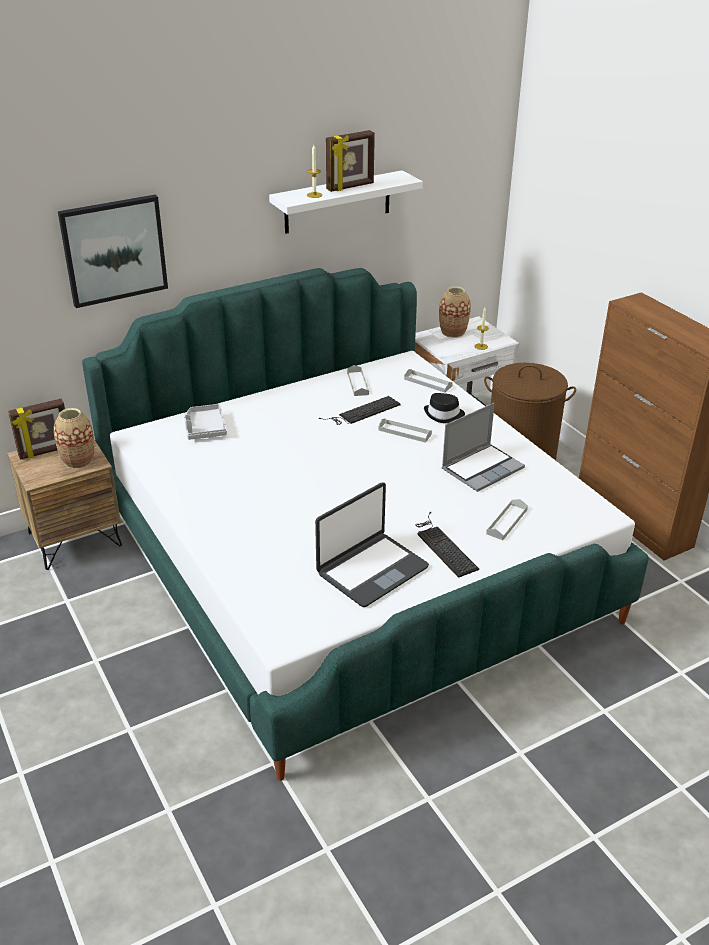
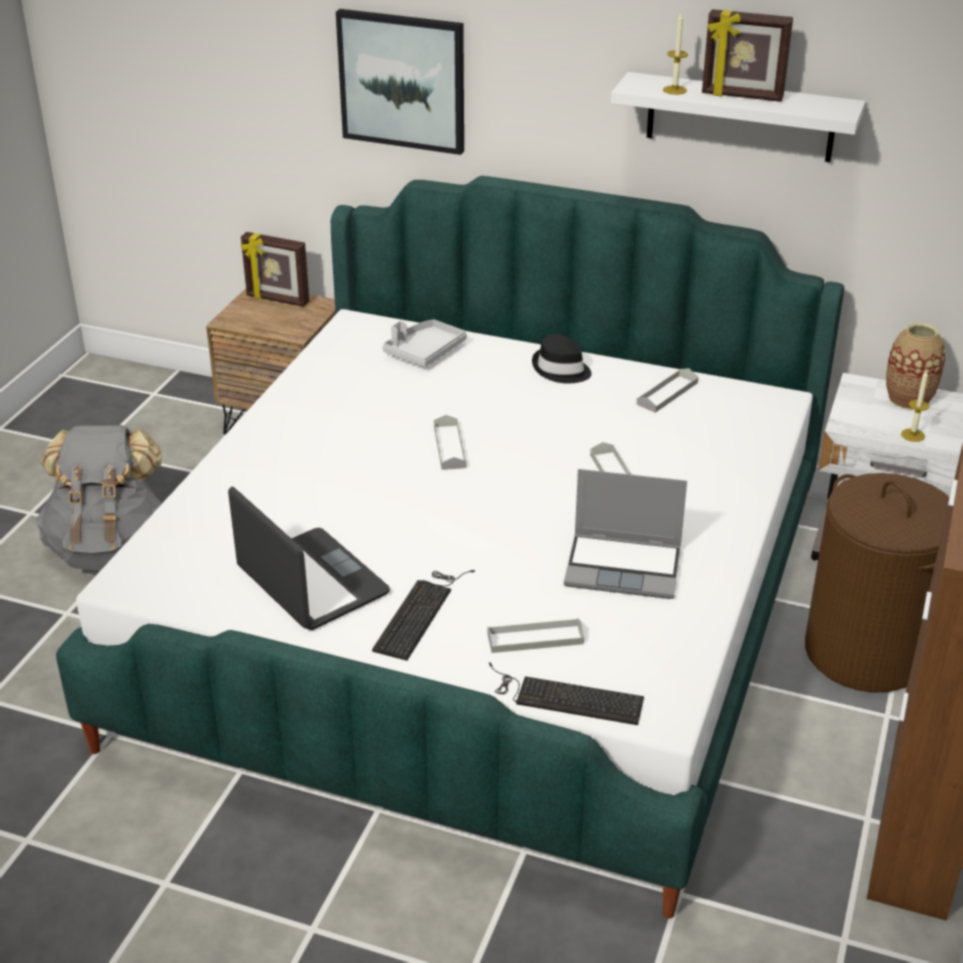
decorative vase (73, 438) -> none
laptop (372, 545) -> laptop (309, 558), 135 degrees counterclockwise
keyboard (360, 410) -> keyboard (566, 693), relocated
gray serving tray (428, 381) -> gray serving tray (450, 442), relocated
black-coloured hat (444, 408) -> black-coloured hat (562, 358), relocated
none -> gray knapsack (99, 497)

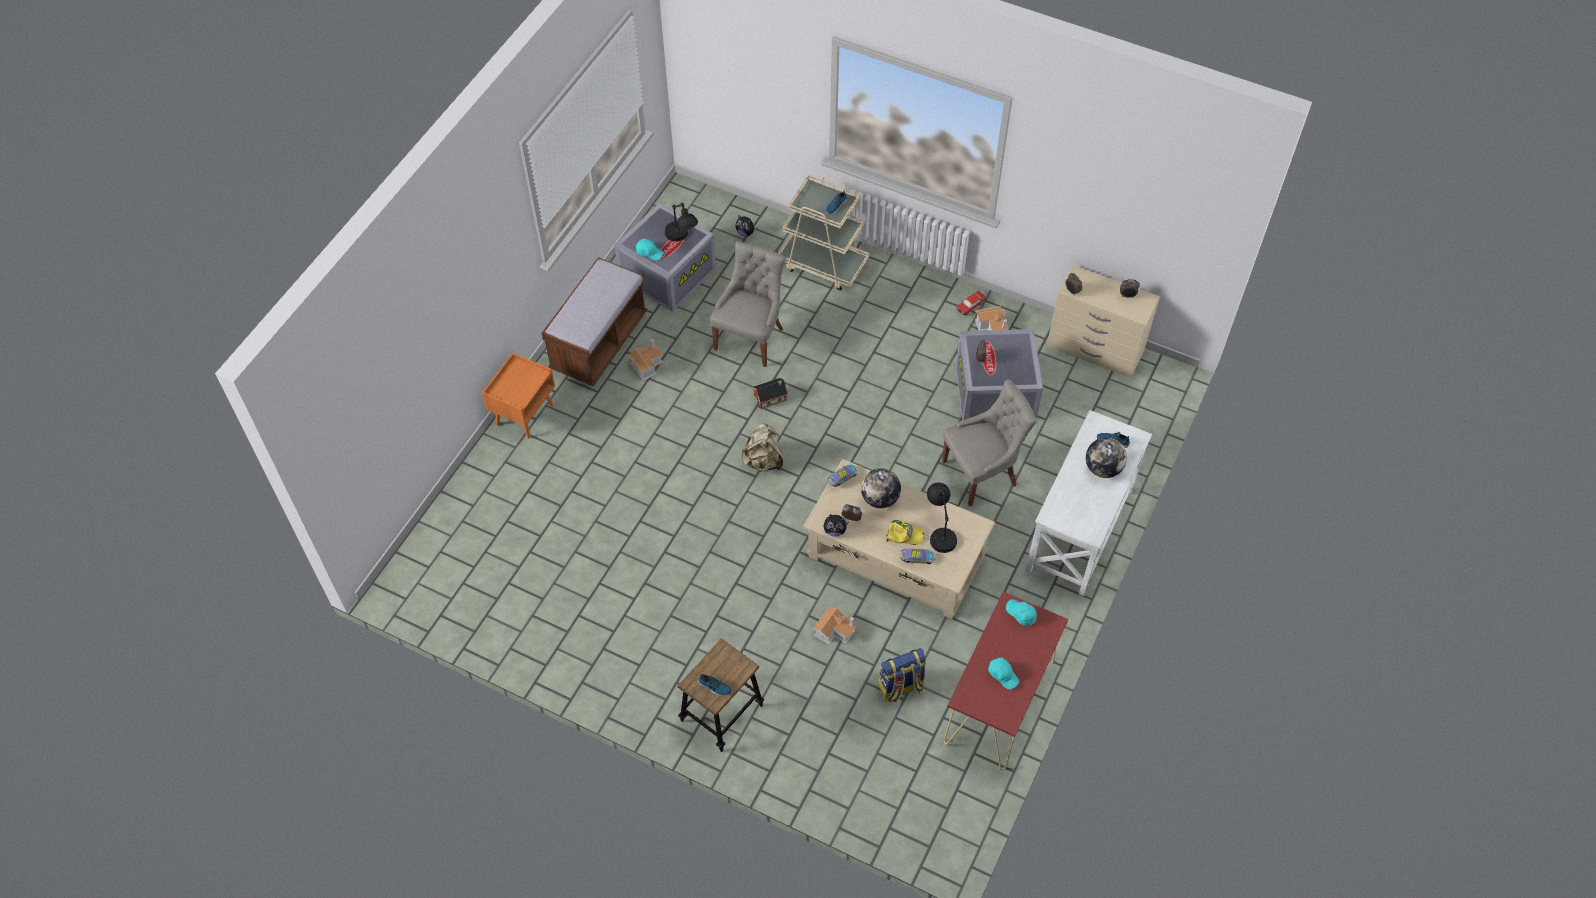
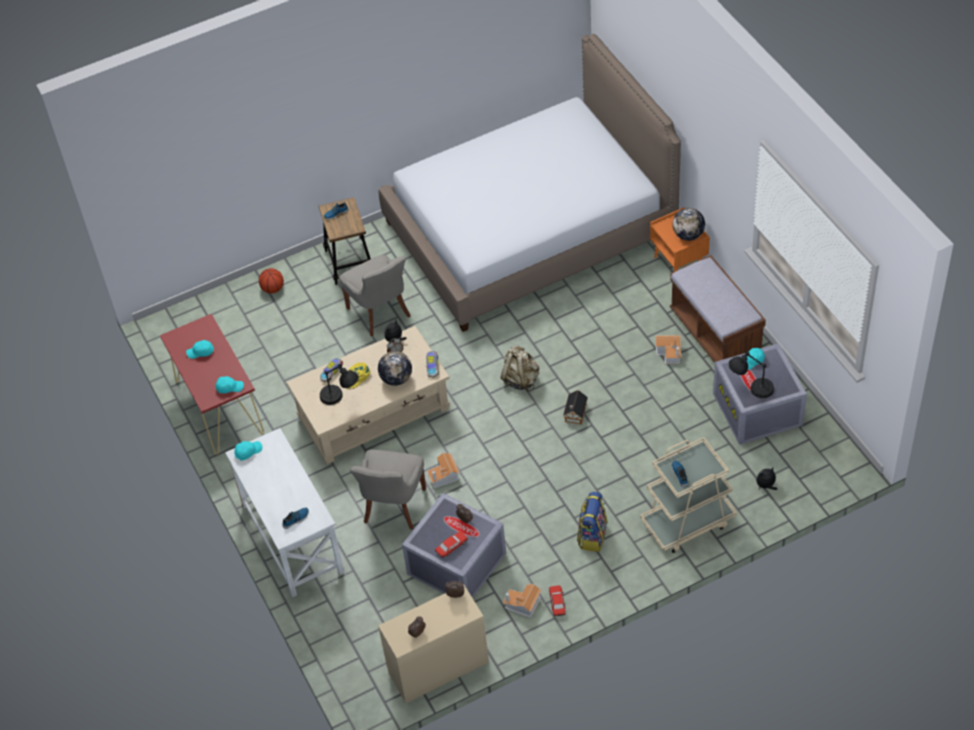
gray upright chair (748, 304) -> gray upright chair (375, 295), relocated
toy house (835, 625) -> toy house (443, 470), relocated
knapsack (902, 675) -> knapsack (592, 522), relocated
desk globe (1106, 457) -> desk globe (689, 224), relocated
none -> turquoise peaked cap (248, 450)
none -> basketball ball (271, 281)
none -> sleeping bed (530, 183)
none -> model car (451, 544)

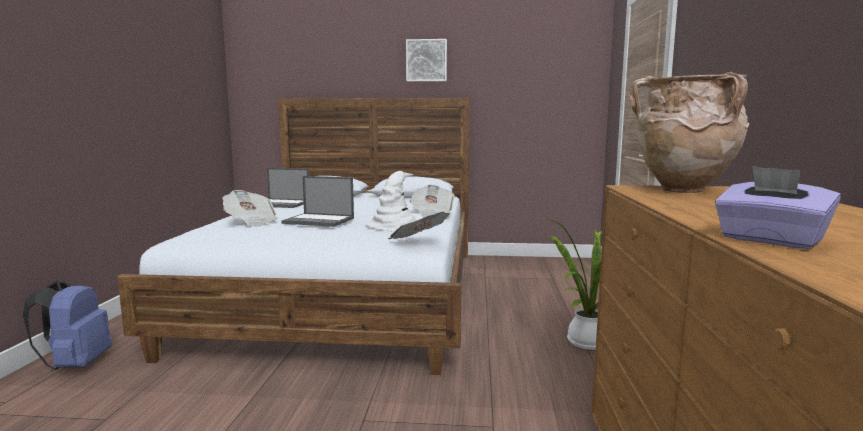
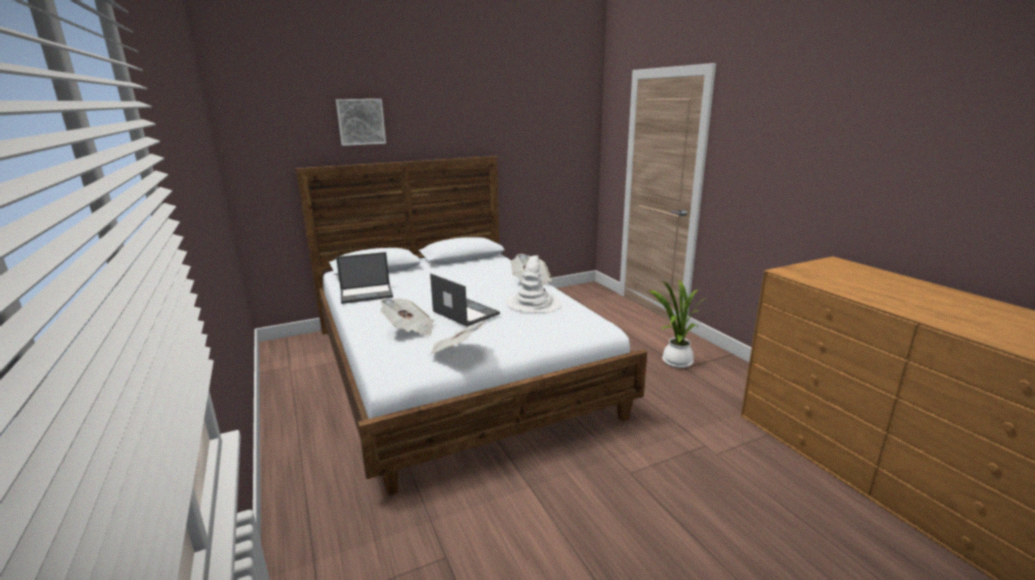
blue knapsack (67, 325) -> none
laptop (317, 201) -> laptop (465, 300), 120 degrees counterclockwise
newspaper (419, 225) -> newspaper (456, 337), relocated
wall art (426, 60) -> wall art (361, 122), relocated
sand-coloured decorative vase (690, 132) -> none
purplish tissue box (778, 207) -> none

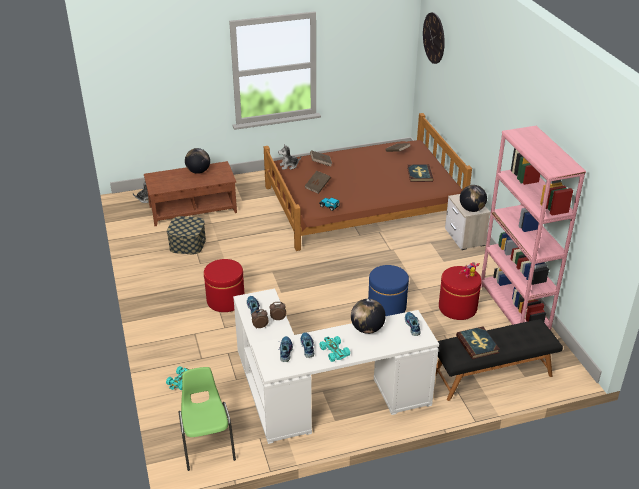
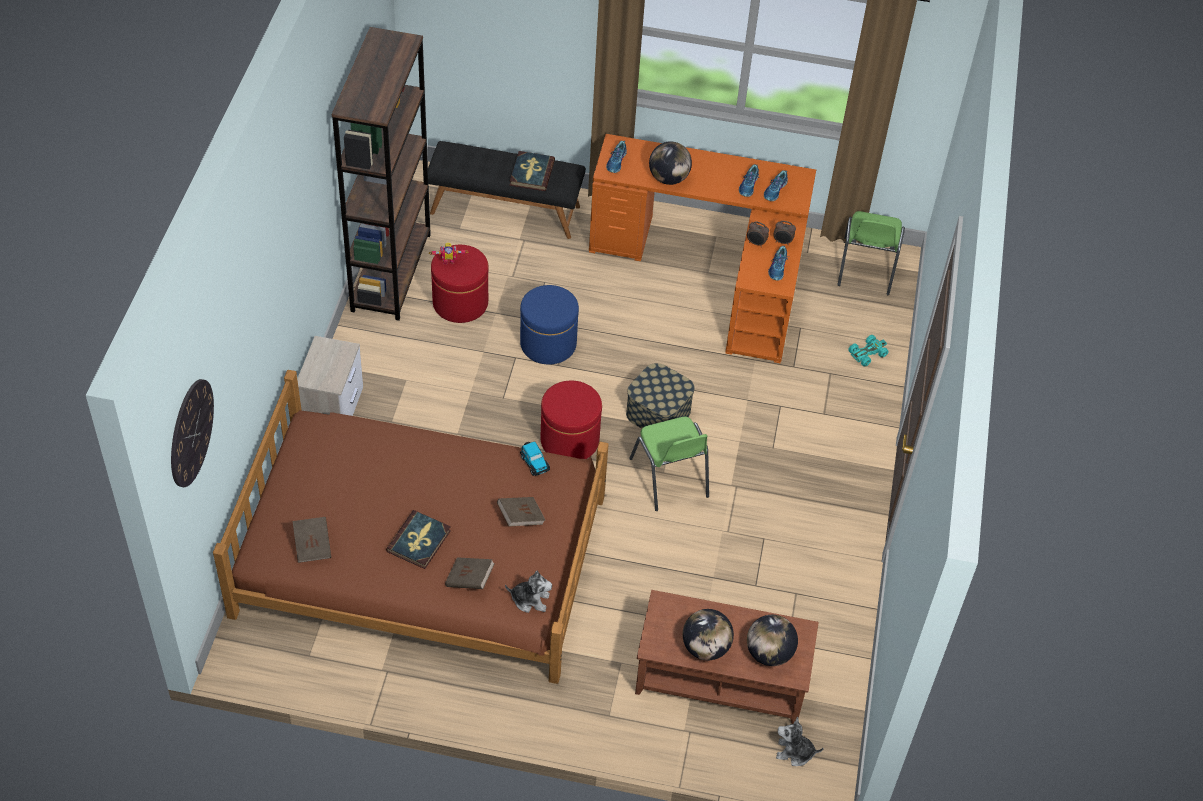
storage bin (186, 235) -> storage bin (660, 395), relocated
red pouffe (224, 285) -> red pouffe (571, 420), relocated
white desk unit (336, 366) -> orange-coloured desk unit (702, 248)
turquoise model car (334, 349) -> none
book (420, 173) -> book (418, 539), relocated
desk globe (473, 198) -> desk globe (772, 640), relocated
pink-coloured bookshelf (533, 228) -> brown-coloured bookshelf (381, 174)
none -> green-coloured upright chair (669, 464)

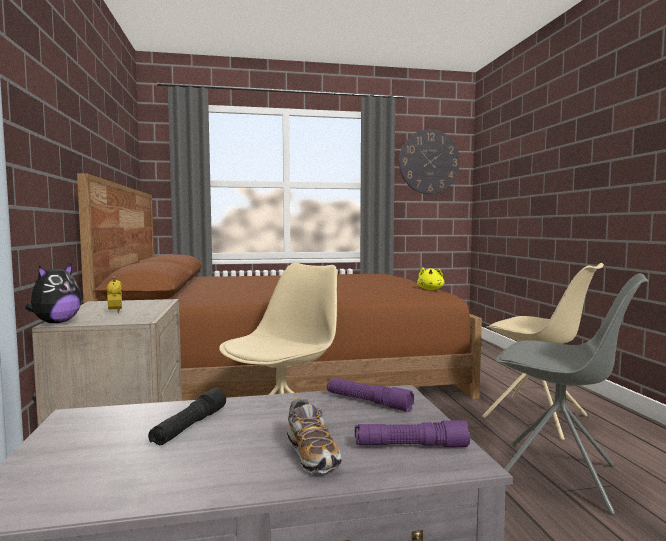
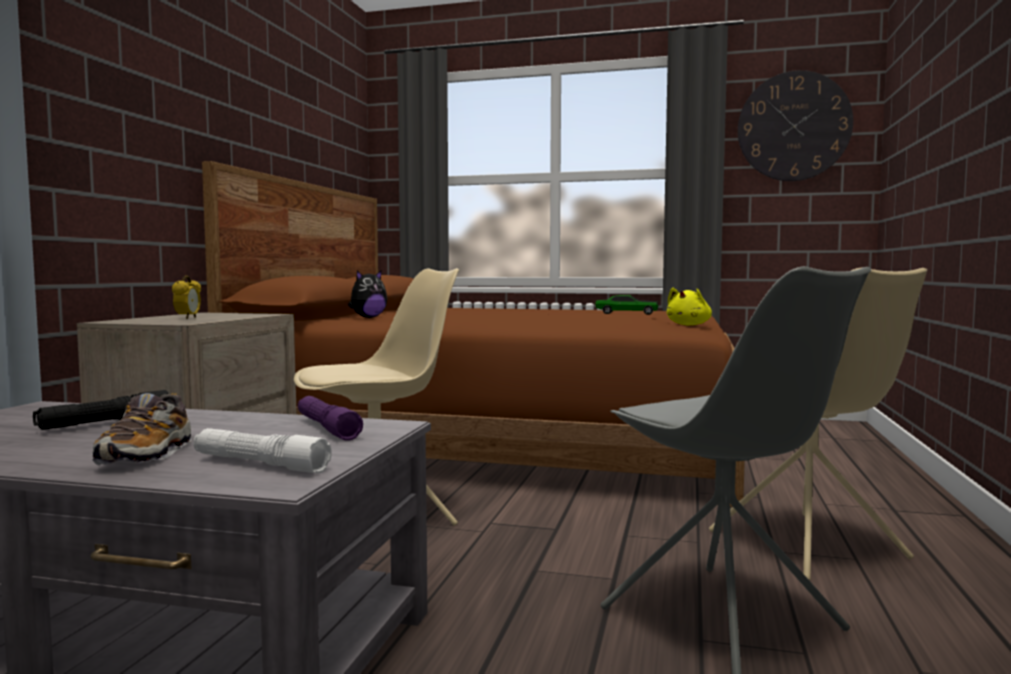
cuddly toy (53, 293) -> cuddly toy (367, 294), relocated
purplish hand torch (412, 433) -> white hand torch (262, 451)
none -> model car (627, 305)

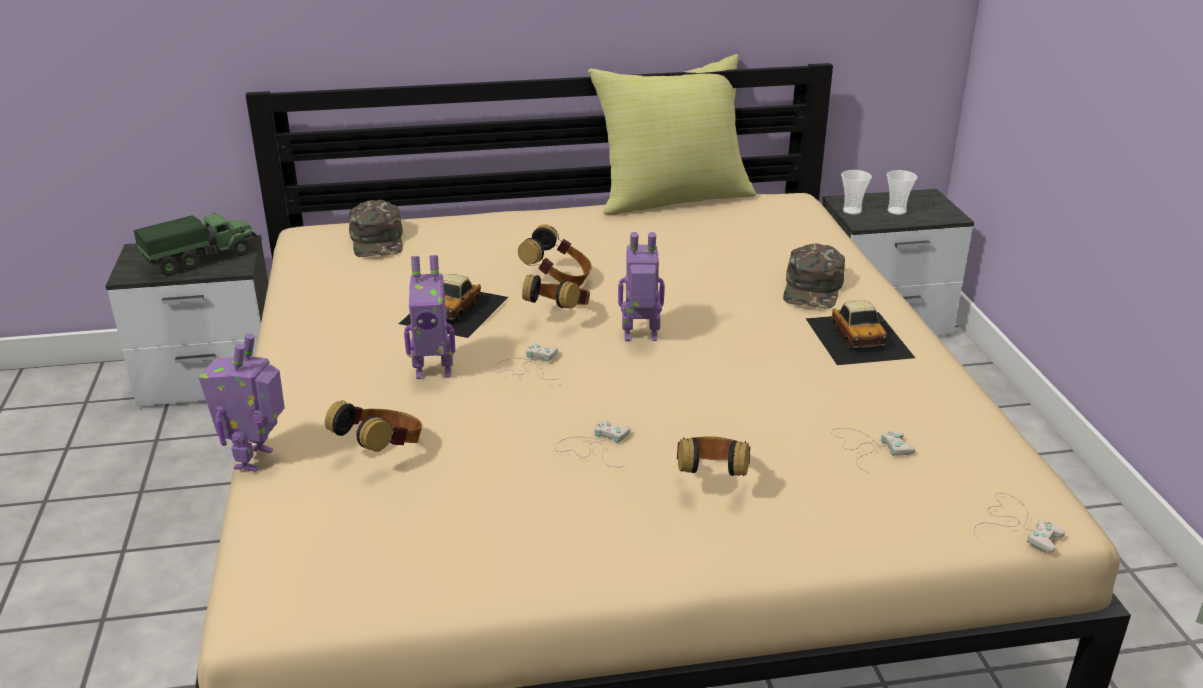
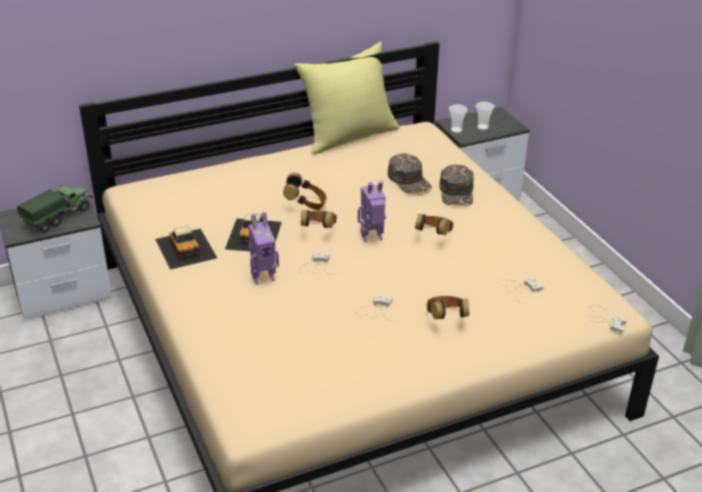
toy robot (241, 402) -> none
pair of headphones (373, 426) -> pair of headphones (434, 224), relocated
green-coloured peaked cap (376, 228) -> green-coloured peaked cap (410, 173), relocated
model car (860, 332) -> model car (186, 248), relocated

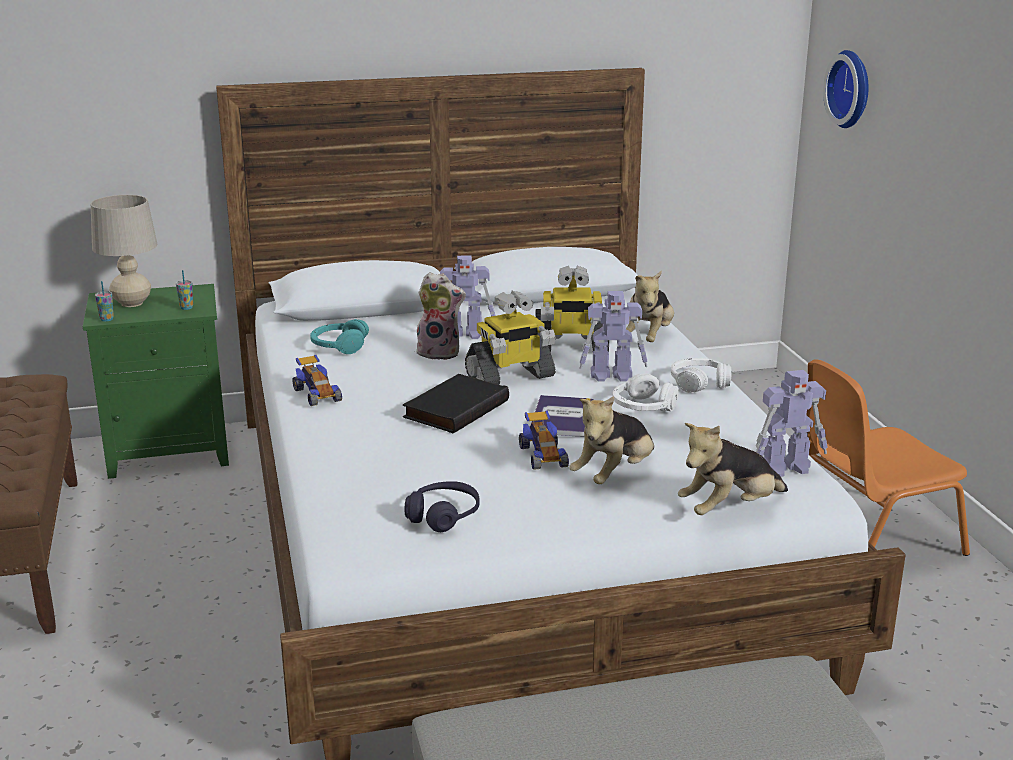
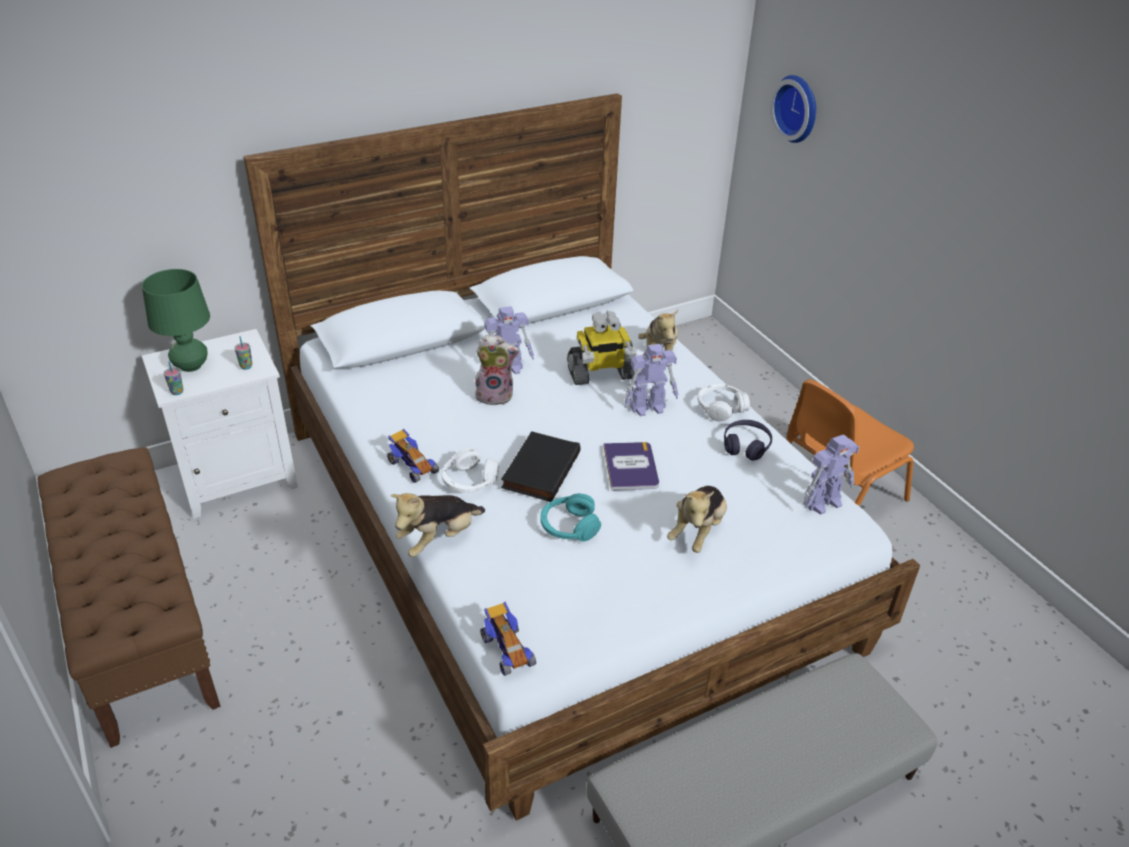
green-coloured nightstand (156, 381) -> white nightstand (220, 424)
sand-coloured table lamp (124, 251) -> green-coloured table lamp (176, 320)
turquoise pair of headphones (339, 336) -> turquoise pair of headphones (570, 517), relocated
purplish pair of headphones (442, 506) -> purplish pair of headphones (748, 440), relocated
toy robot (510, 338) -> none
model car (544, 440) -> model car (508, 639), relocated
white pair of headphones (645, 392) -> white pair of headphones (470, 470), relocated
cuddly toy (733, 469) -> cuddly toy (438, 525), relocated

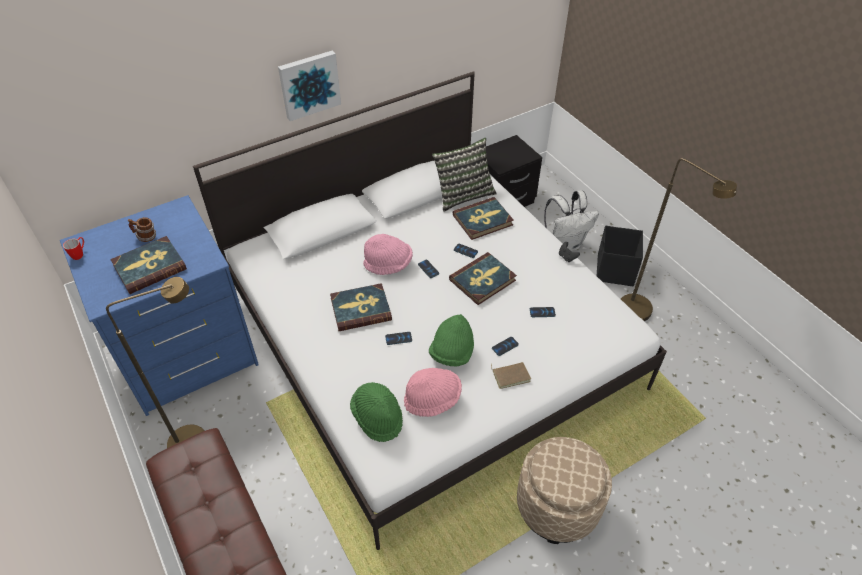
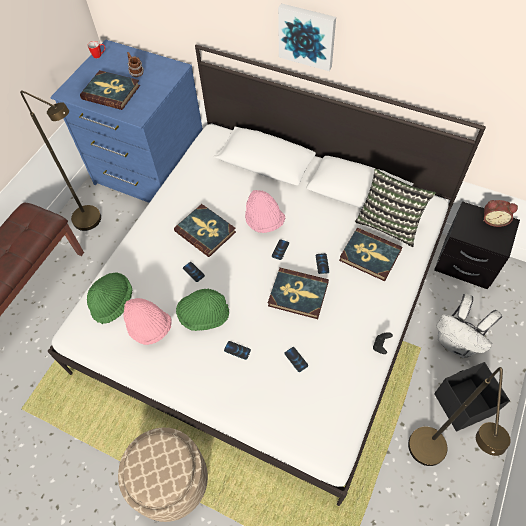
brown-coloured book (511, 375) -> none
none -> bedside clock (500, 213)

